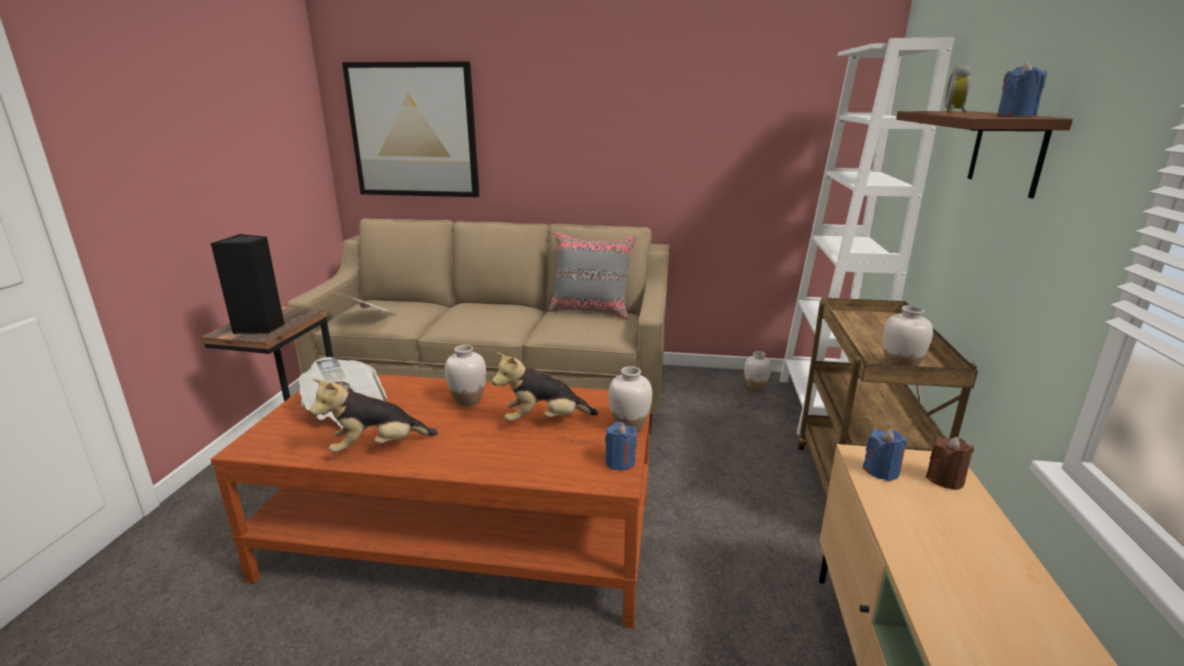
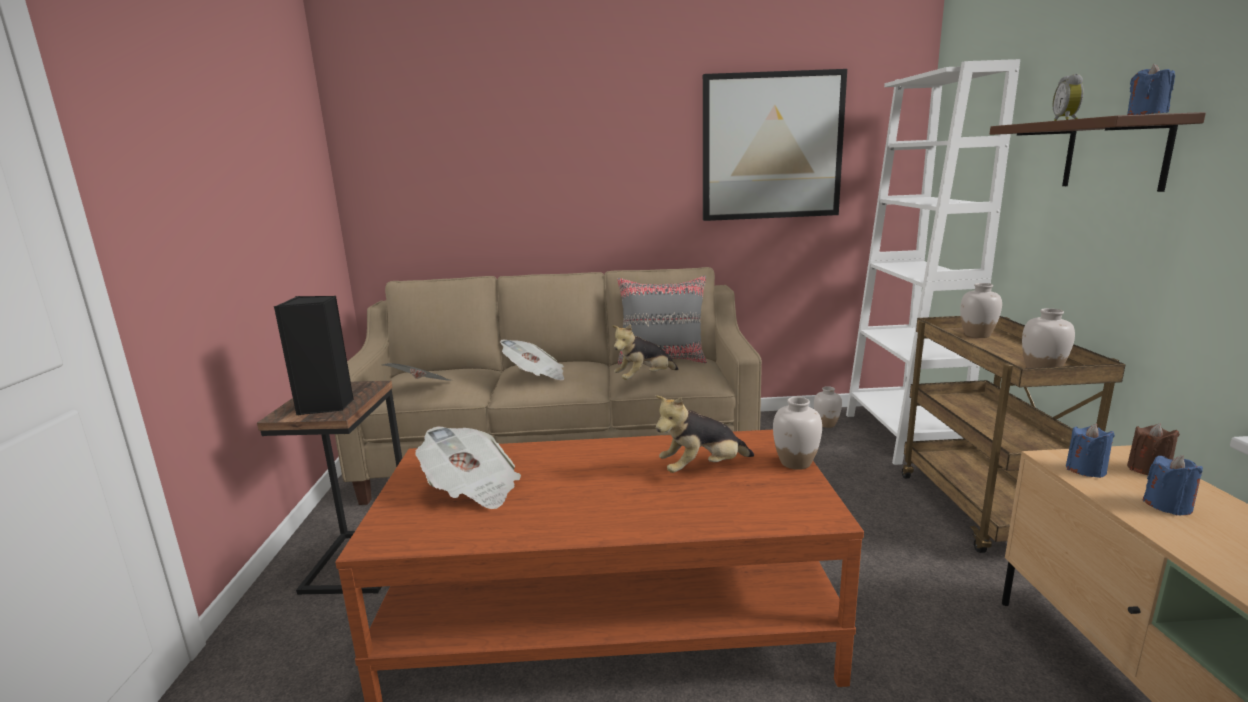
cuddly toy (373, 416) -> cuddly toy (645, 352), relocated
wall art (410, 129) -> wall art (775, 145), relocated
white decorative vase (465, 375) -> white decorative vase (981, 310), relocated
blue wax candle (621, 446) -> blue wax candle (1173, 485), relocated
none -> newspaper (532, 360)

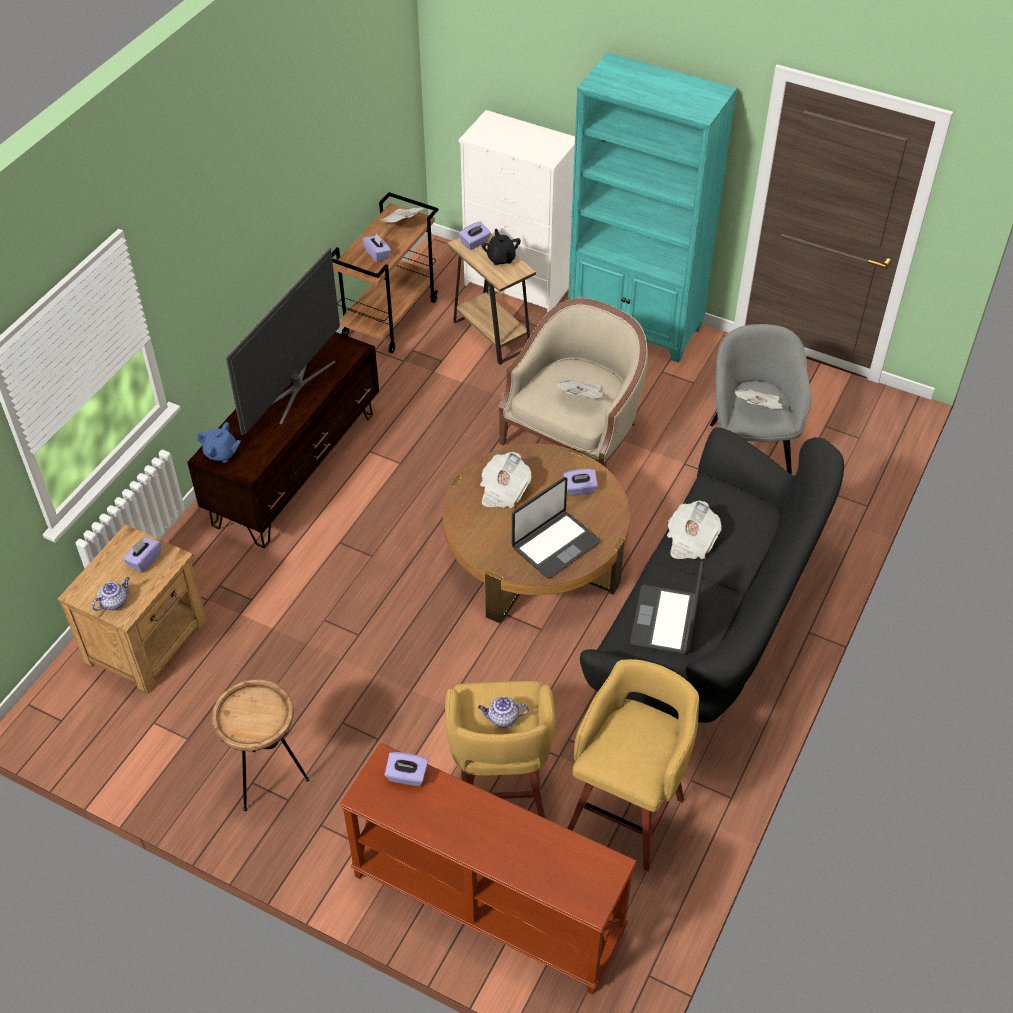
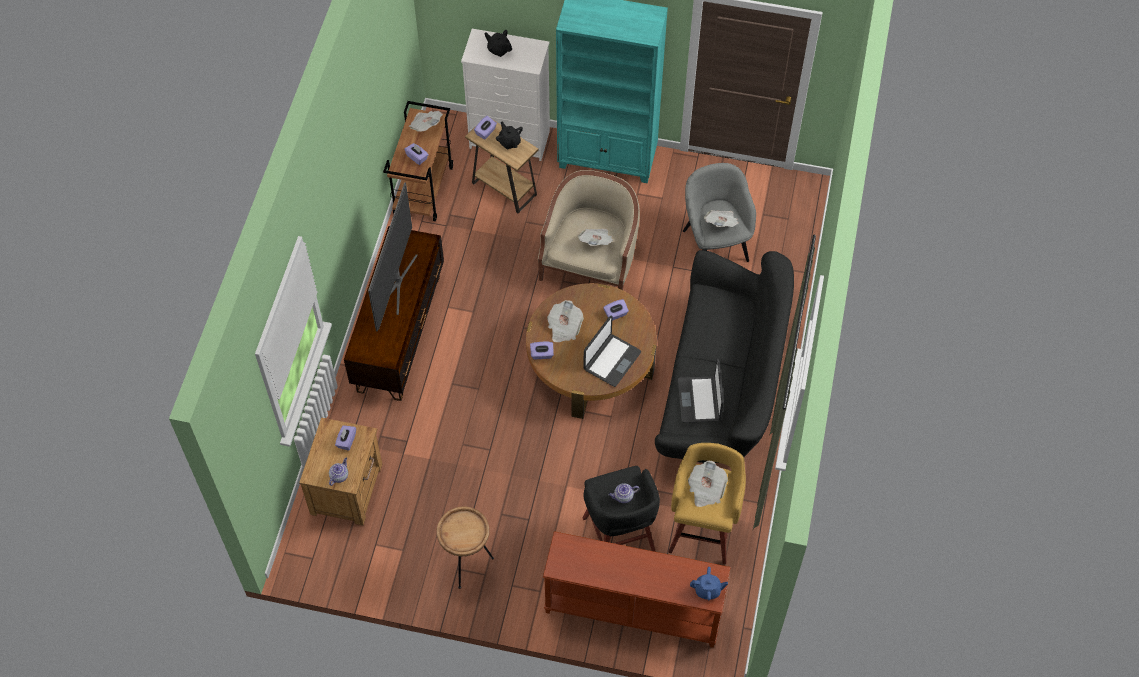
blue teapot (219, 442) -> blue teapot (709, 583), relocated
purplish tissue box (406, 769) -> purplish tissue box (542, 350), relocated
yellow stool (500, 750) -> black-coloured stool (621, 509)
newspaper (694, 530) -> newspaper (708, 484), relocated
none -> black-coloured teapot (498, 43)

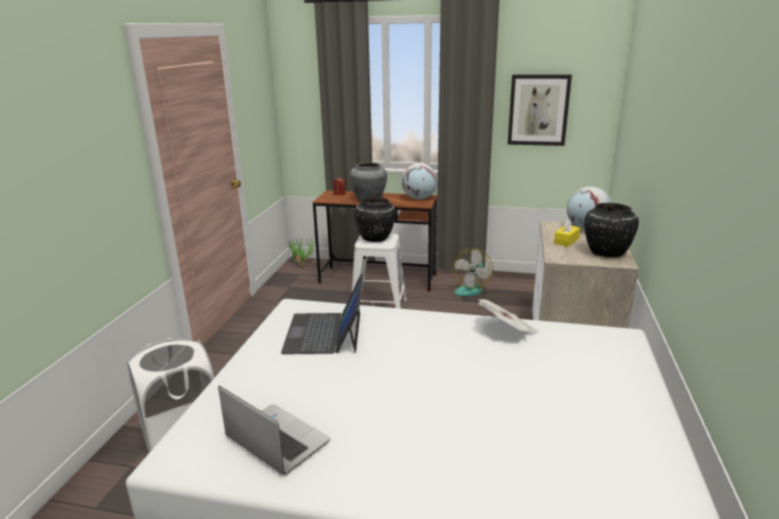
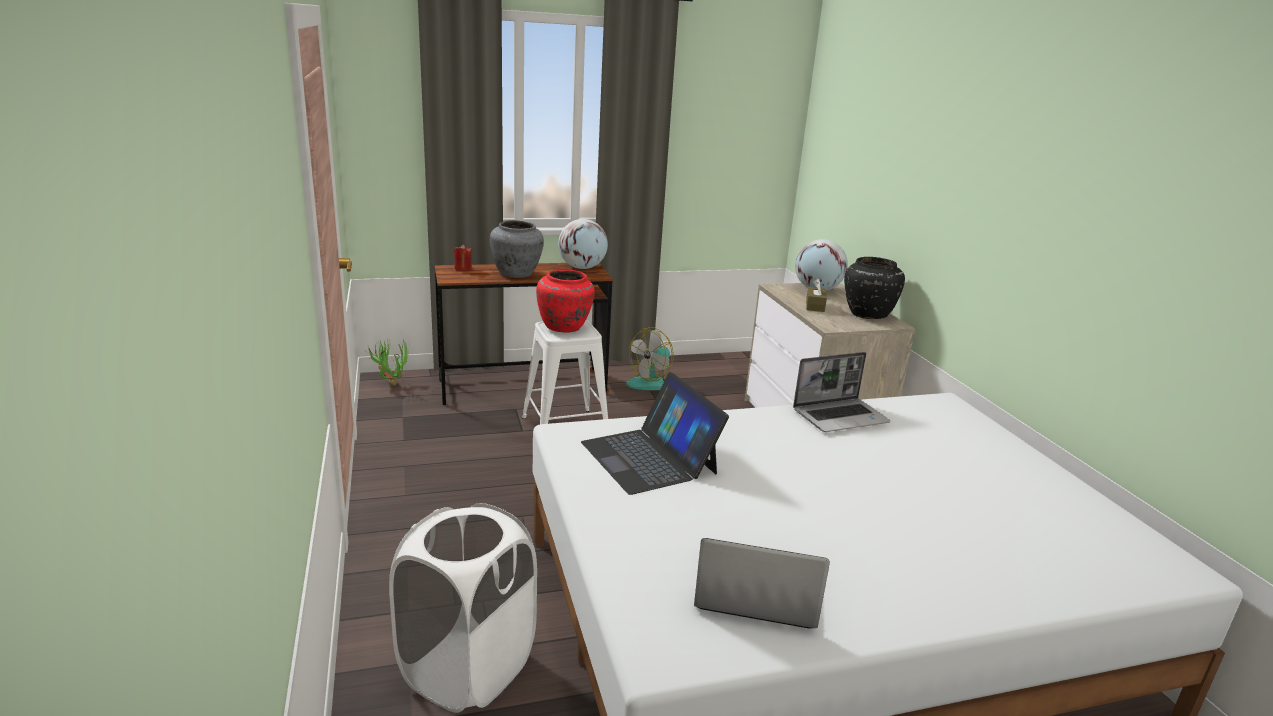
black-coloured decorative vase (375, 219) -> red decorative vase (565, 301)
electric fan (472, 272) -> electric fan (650, 358), 45 degrees clockwise
newspaper (508, 316) -> laptop (841, 392)
wall art (540, 110) -> none
yellow tissue box (567, 233) -> brown-coloured tissue box (816, 295)

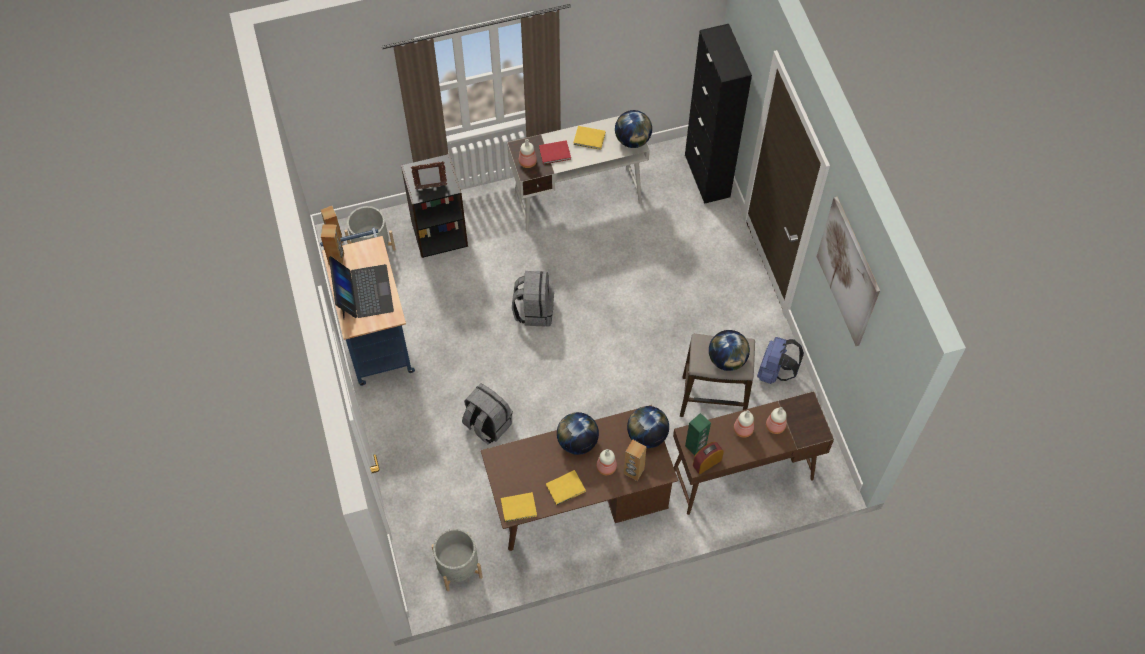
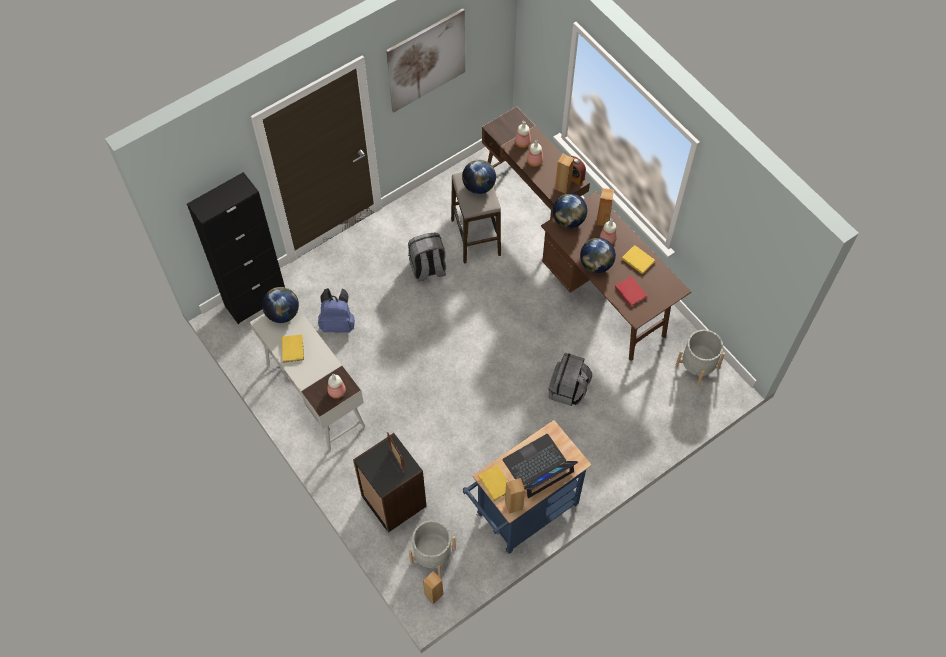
yellow book (519, 507) -> yellow book (493, 483), relocated
gray knapsack (533, 299) -> gray knapsack (427, 257), relocated
red book (555, 152) -> red book (631, 291), relocated
green-coloured speaker (698, 434) -> brown-coloured speaker (564, 173)
blue knapsack (780, 360) -> blue knapsack (336, 310), relocated

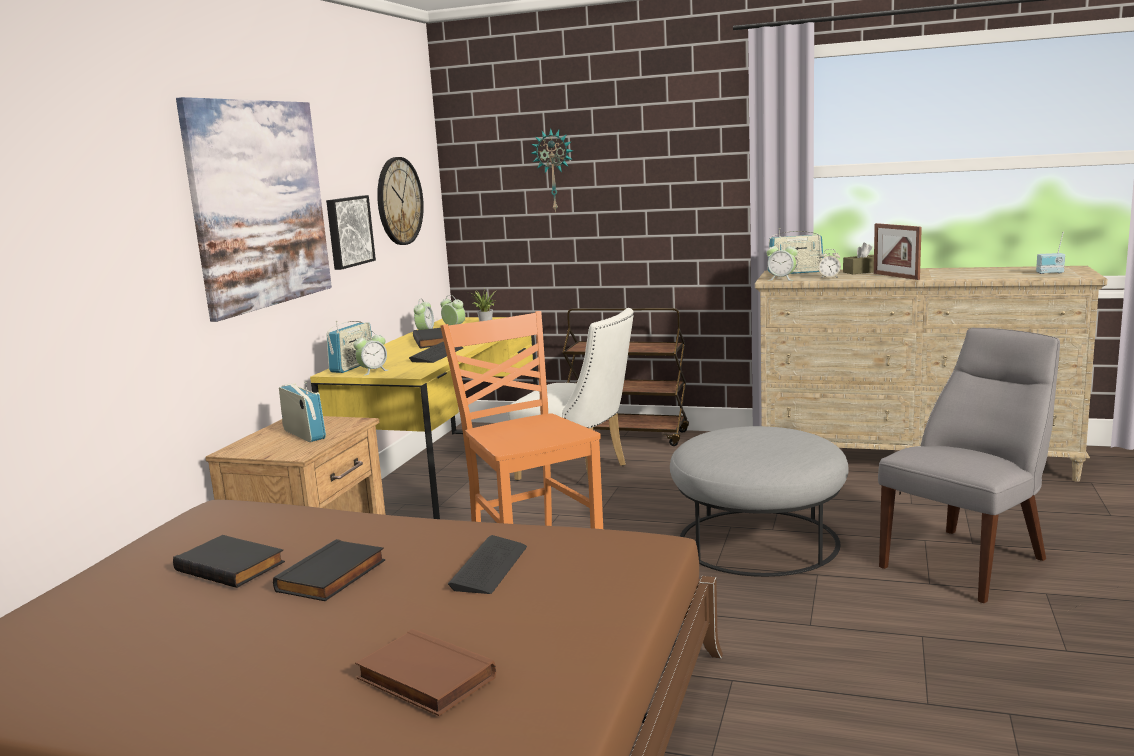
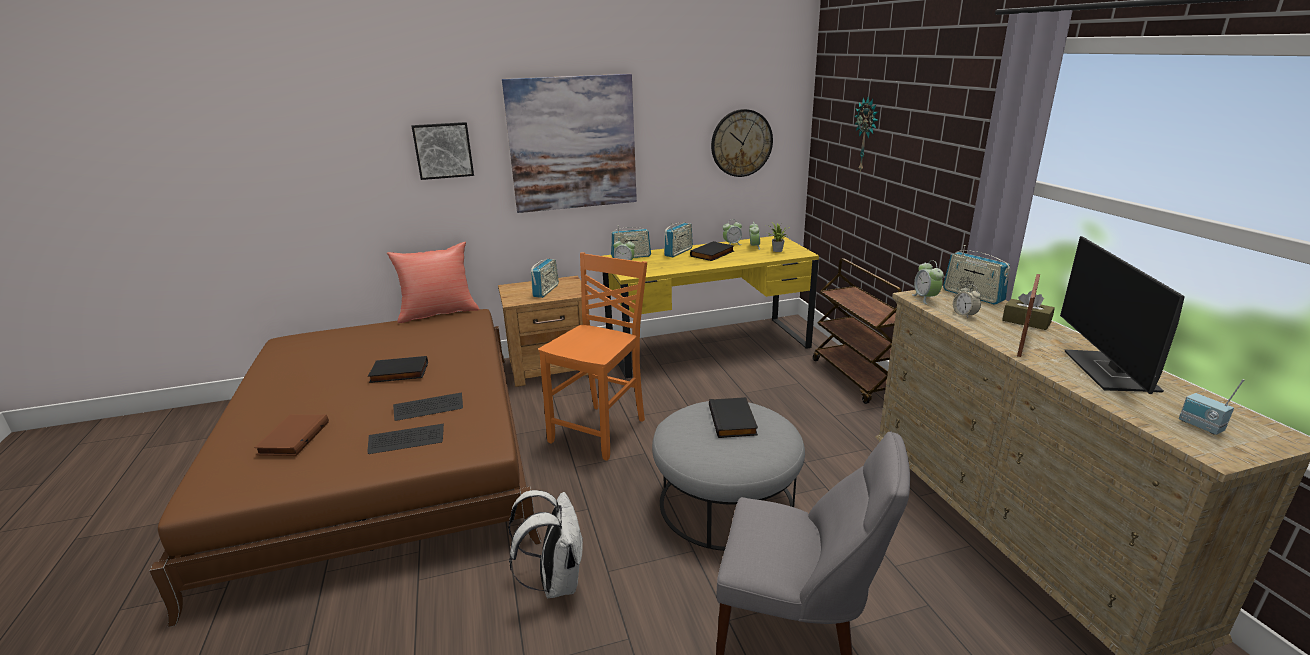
black-coloured book (229, 561) -> black-coloured book (733, 417), relocated
wall art (351, 232) -> wall art (443, 151), relocated
keyboard (436, 352) -> keyboard (406, 439), relocated
white upright chair (571, 394) -> none
none -> red pillow (433, 282)
none -> white knapsack (545, 544)
none -> radio (678, 239)
none -> computer screen (1122, 315)

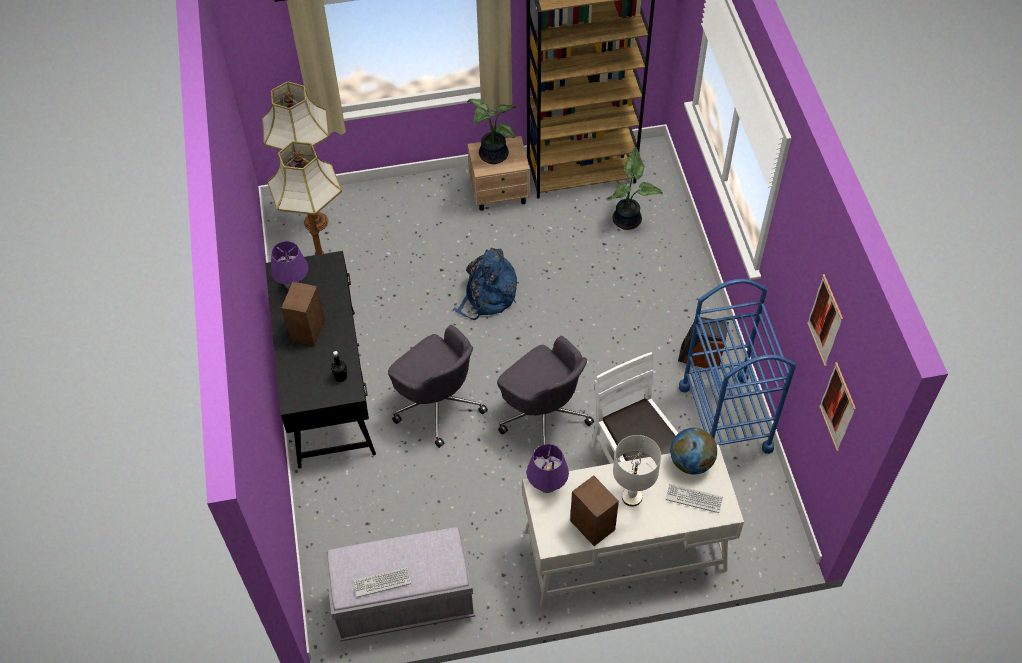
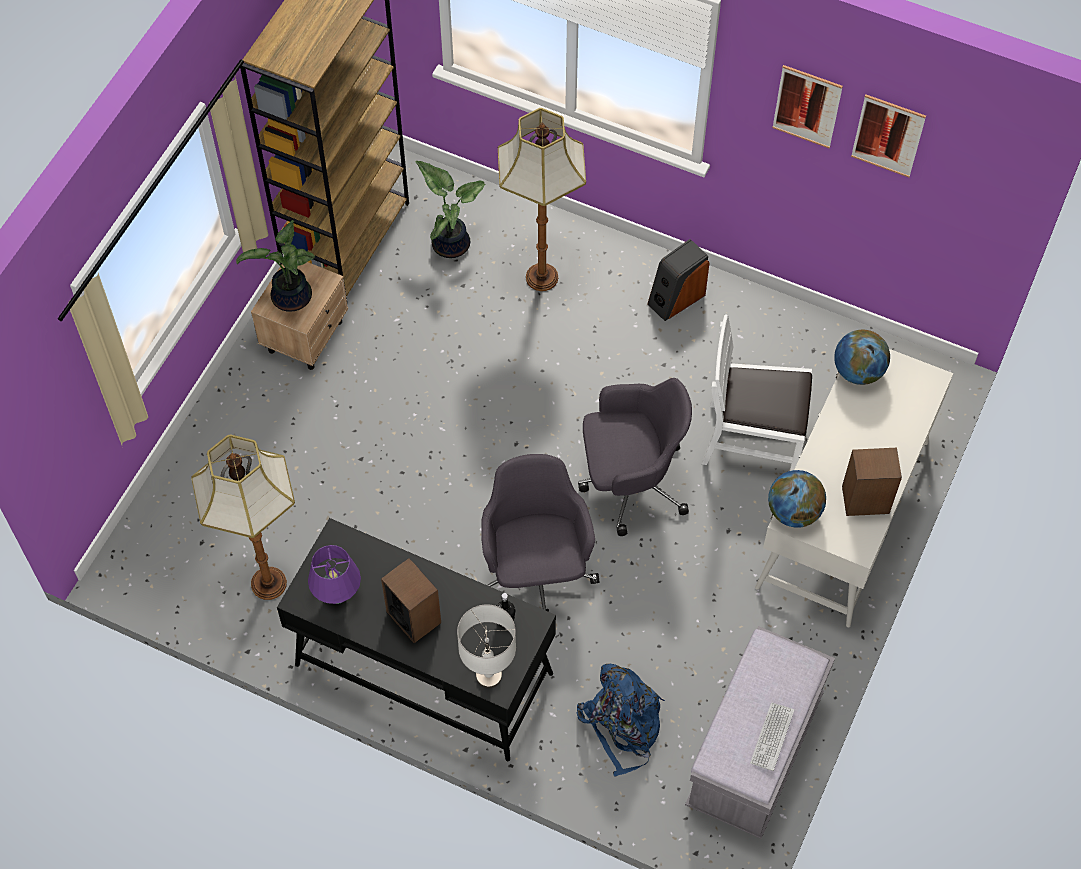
floor lamp (295, 156) -> floor lamp (542, 199), relocated
gray office chair (438, 386) -> gray office chair (540, 533), 90 degrees counterclockwise
blue knapsack (485, 284) -> blue knapsack (620, 720), relocated
purplish table lamp (547, 468) -> desk globe (797, 499)
gray table lamp (637, 471) -> gray table lamp (486, 646), relocated
keyboard (694, 498) -> none
blue trolley (737, 366) -> none
wall art (837, 406) -> wall art (807, 107), relocated

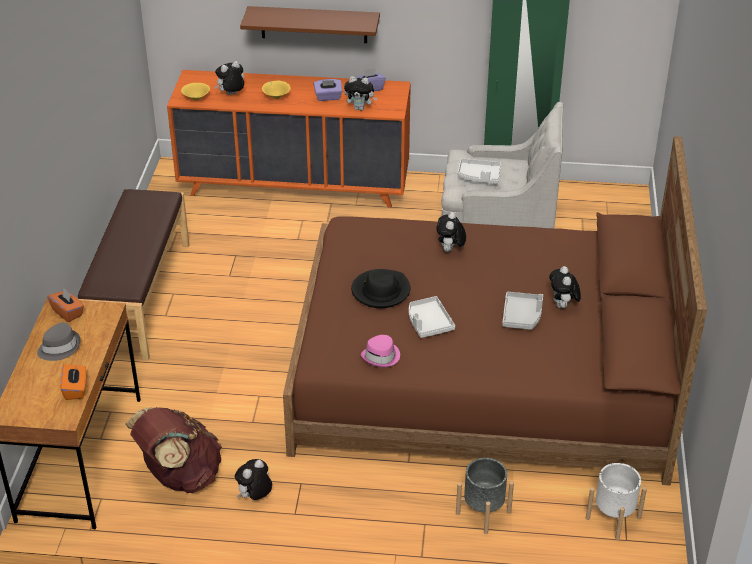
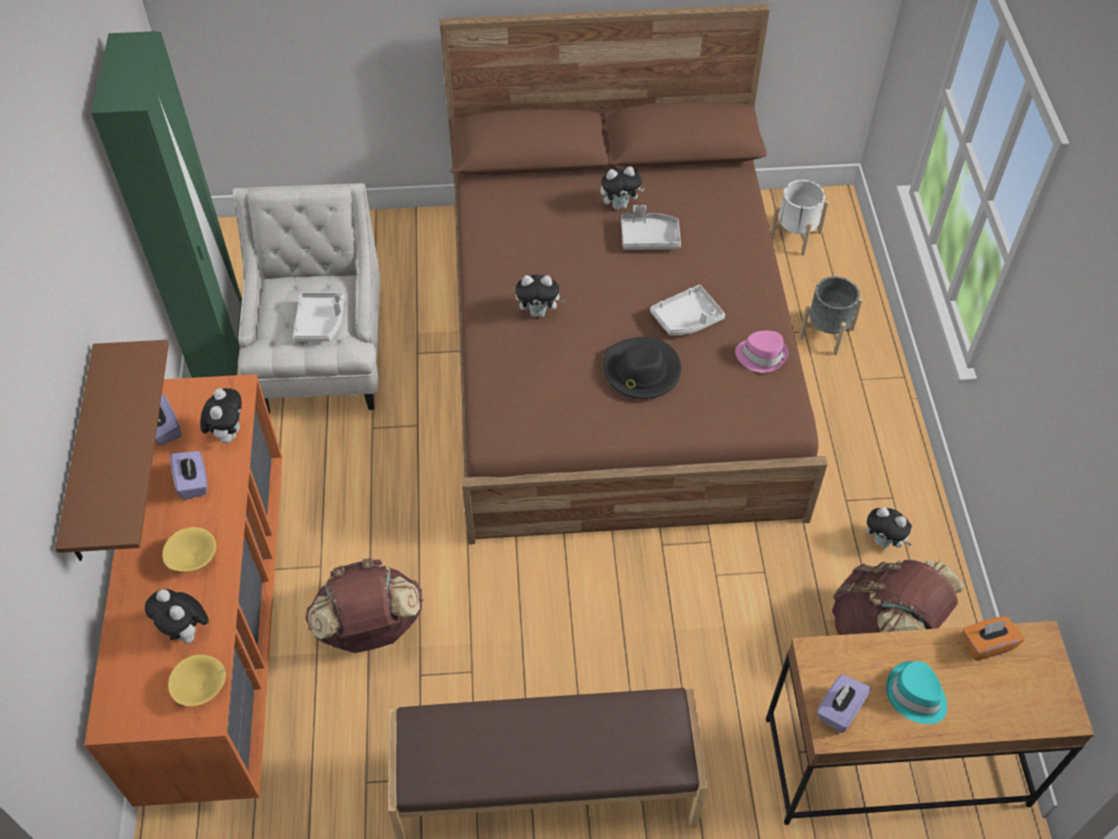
gray hat (58, 342) -> turquoise hat (916, 692)
orange-coloured tissue box (65, 305) -> purplish tissue box (844, 703)
none -> brown-coloured knapsack (365, 605)

